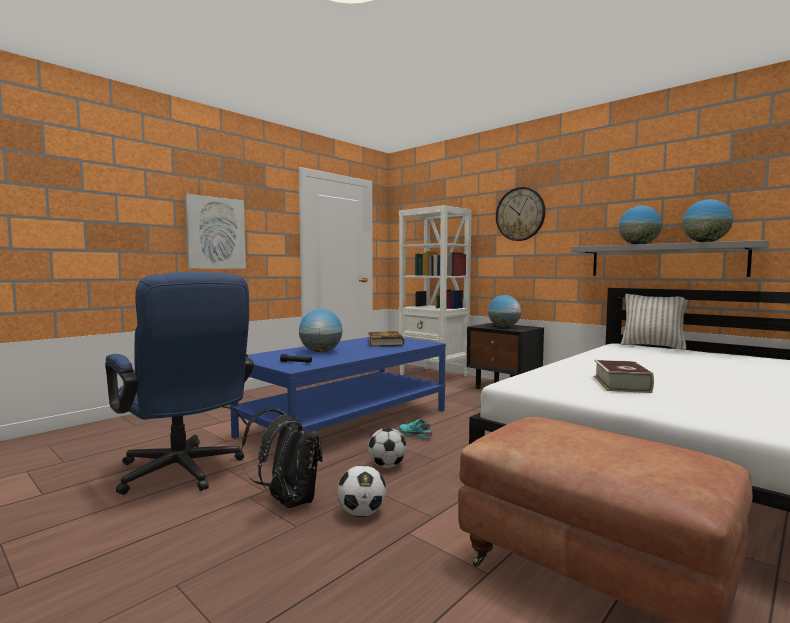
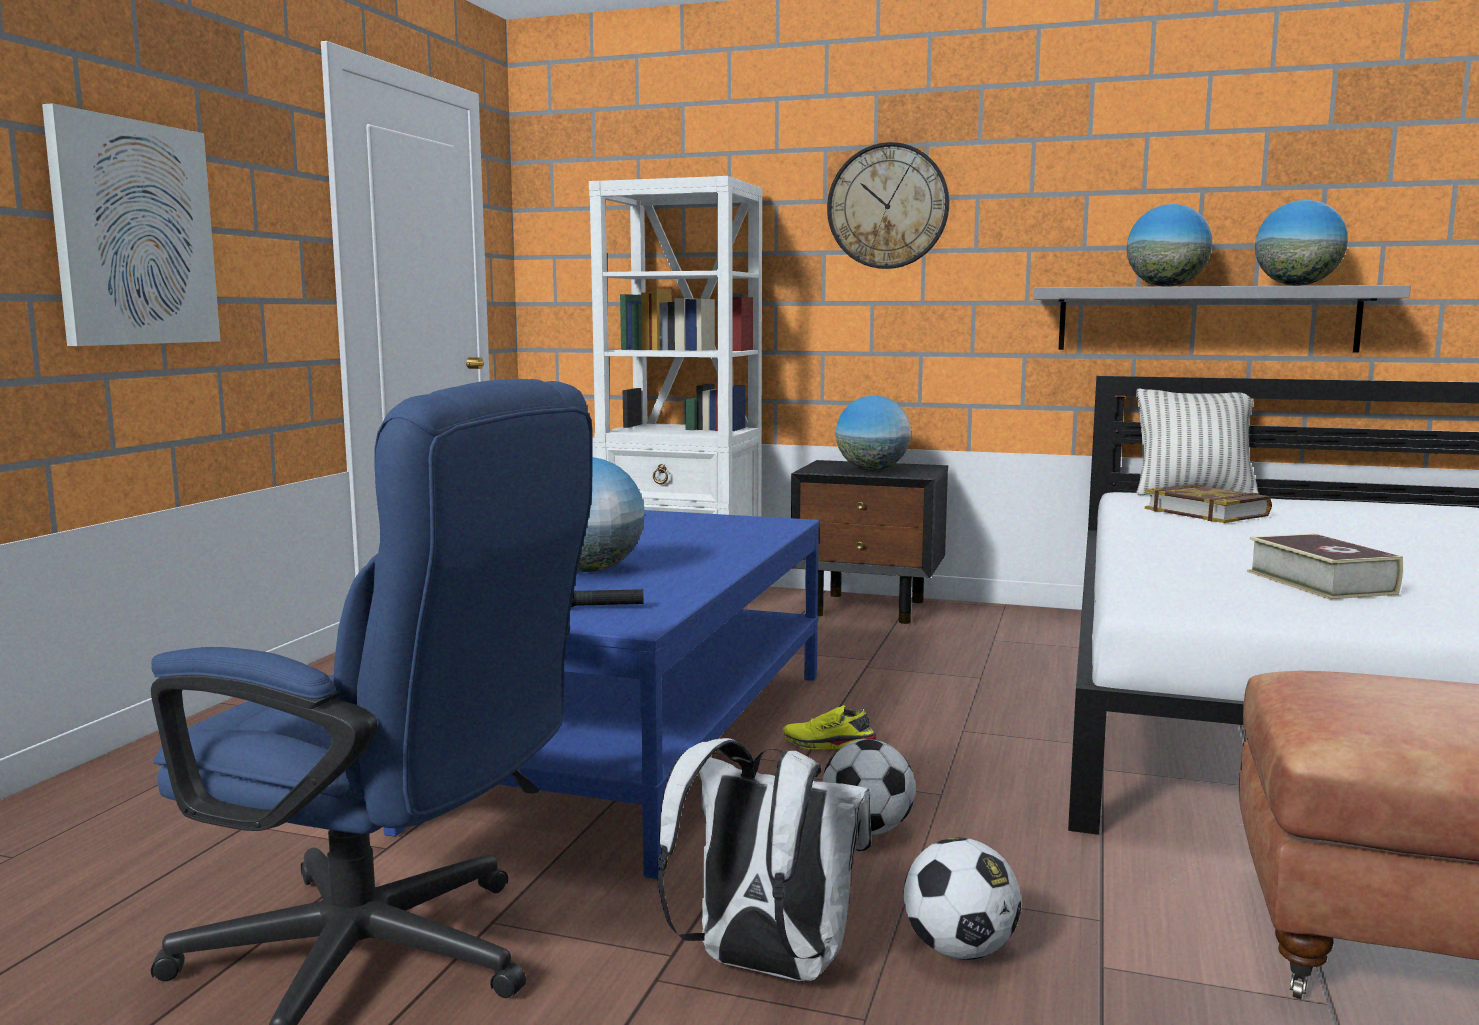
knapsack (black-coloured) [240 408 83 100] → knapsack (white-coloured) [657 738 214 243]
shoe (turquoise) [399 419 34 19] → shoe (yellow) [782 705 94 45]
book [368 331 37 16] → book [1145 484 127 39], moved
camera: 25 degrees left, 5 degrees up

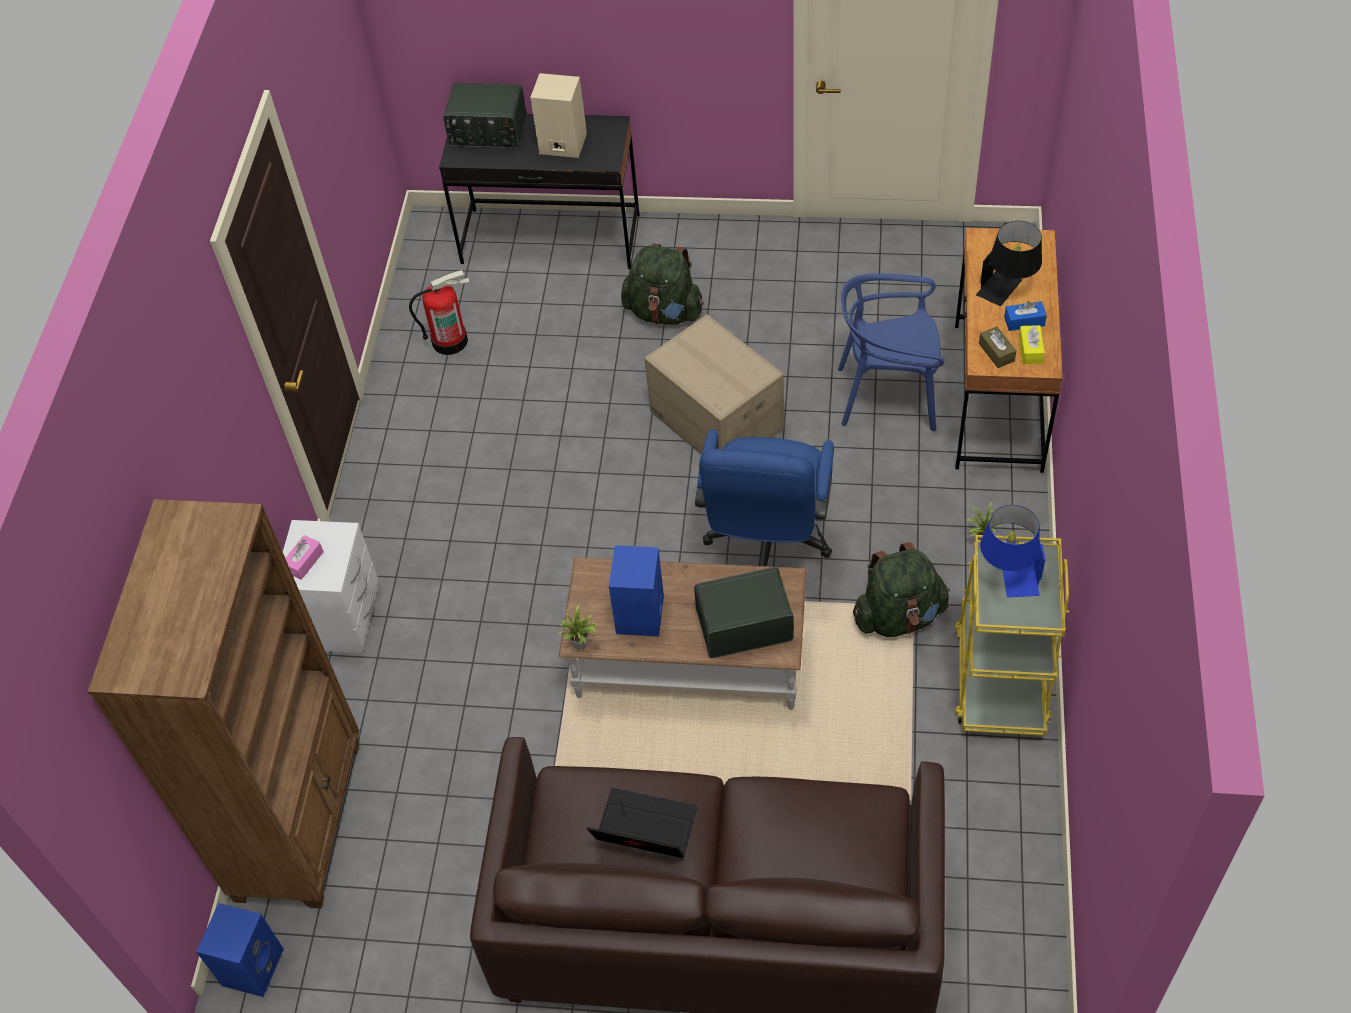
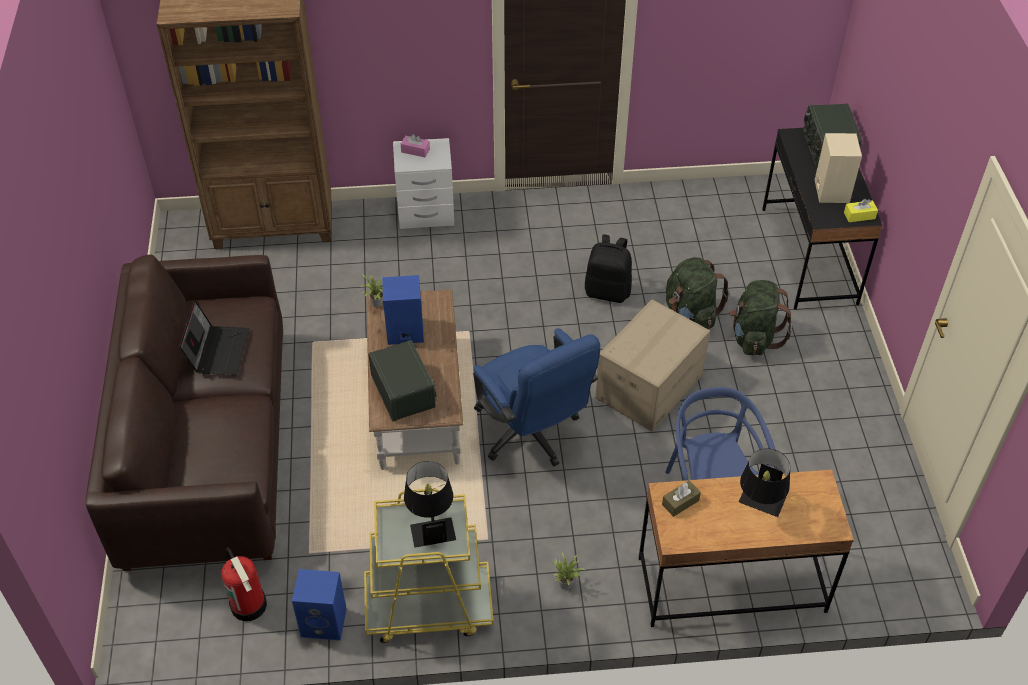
fire-fighting cylinder [409 270 61 85] → fire-fighting cylinder [221 547 46 74], moved
speaker (bluish) [196 903 88 94] → speaker (bluish) [292 569 54 71], moved
tabletop lamp (bluish) [980 505 66 92] → tabletop lamp (black-coloured) [404 461 52 87]
office chair (bluish) [695 429 139 137] → office chair (bluish) [473 328 127 138], 120 degrees counterclockwise
- → knapsack (black-coloured) [585 234 47 69]
knapsack (greenish) [853 542 97 95] → knapsack (greenish) [666 257 64 72], moved
box of tissues (yellow) [1019 325 26 39] → box of tissues (yellow) [844 199 34 23], moved
box of tissues (bluish) [1004 301 43 30] → -
camera: 75 degrees right, 5 degrees down

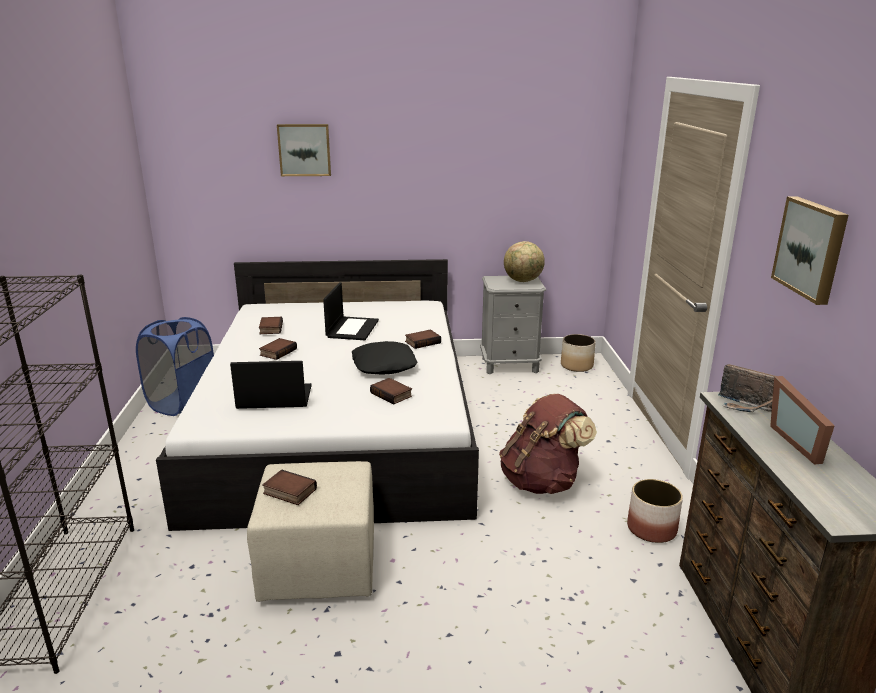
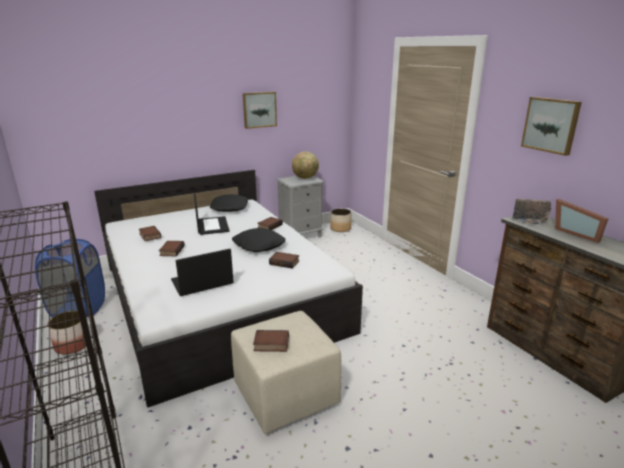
planter [627 479 56 64] → planter [47 310 39 44], moved
- → throw pillow (black-coloured) [210 194 38 18]
wall picture [277 124 54 52] → wall picture [243 92 34 37], moved
knapsack (brownish) [499 394 98 100] → -
camera: 25 degrees left, 0 degrees up

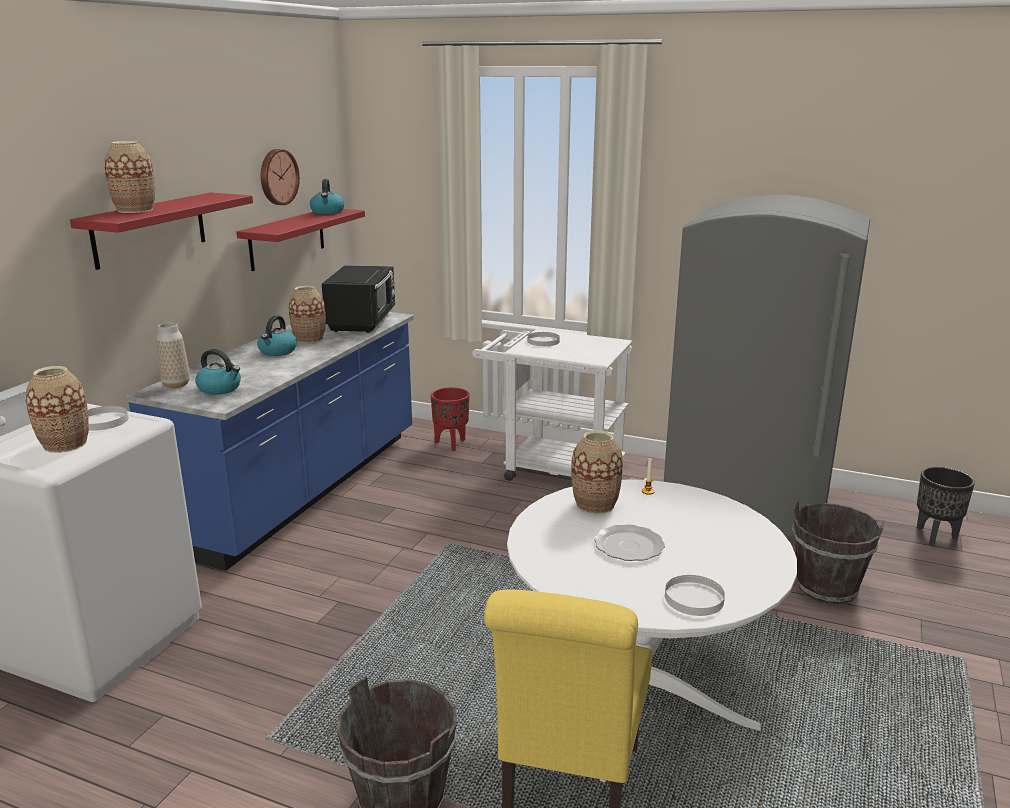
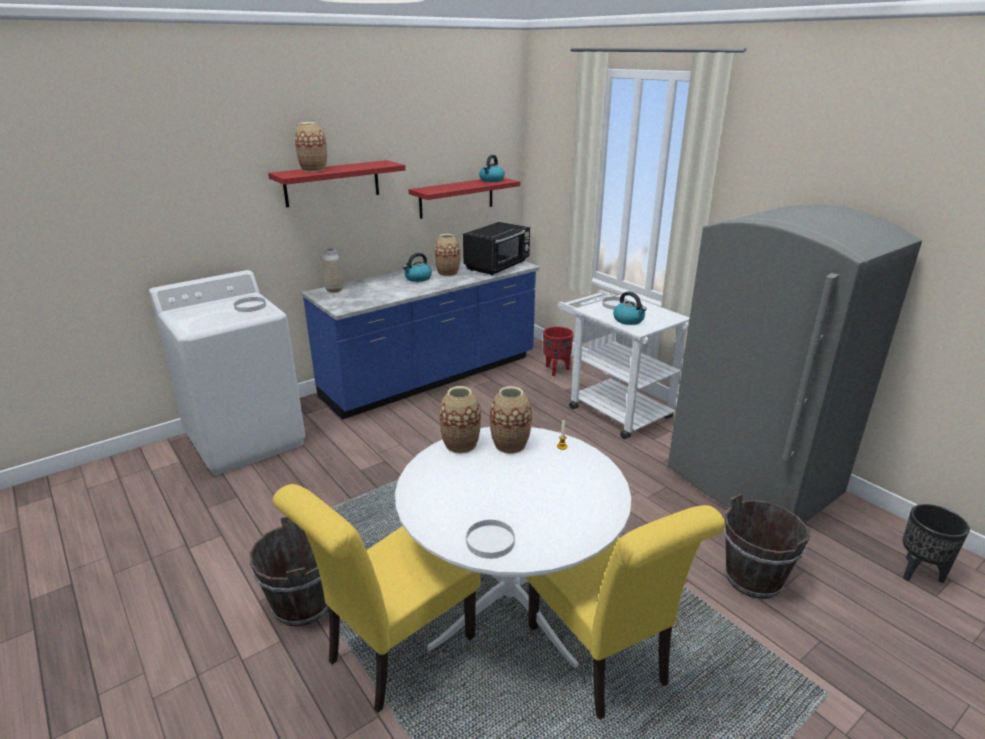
vase [26 366 63 87] → vase [439 386 42 68], moved
- → upright chair (yellow) [525 505 200 214]
kettle [195 349 46 46] → kettle [613 291 34 34], moved
hanging clock [261 149 39 56] → -
plate [594 524 71 37] → -
camera: 30 degrees right, 5 degrees up

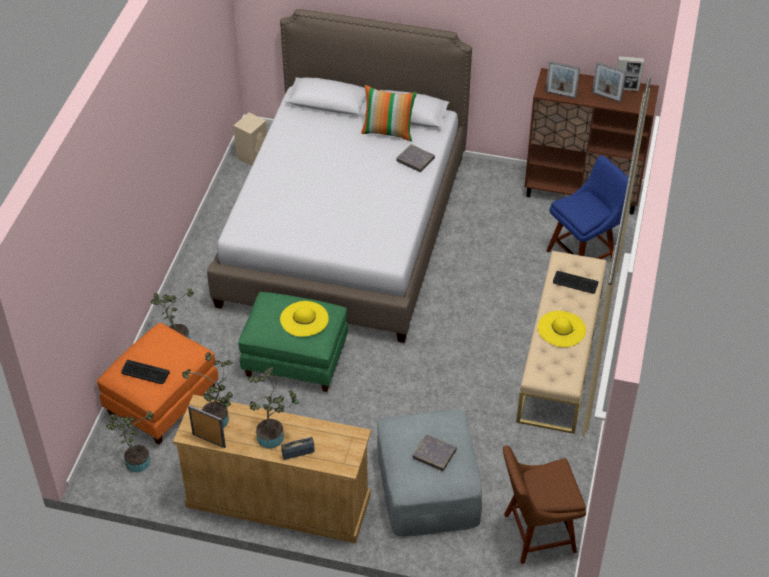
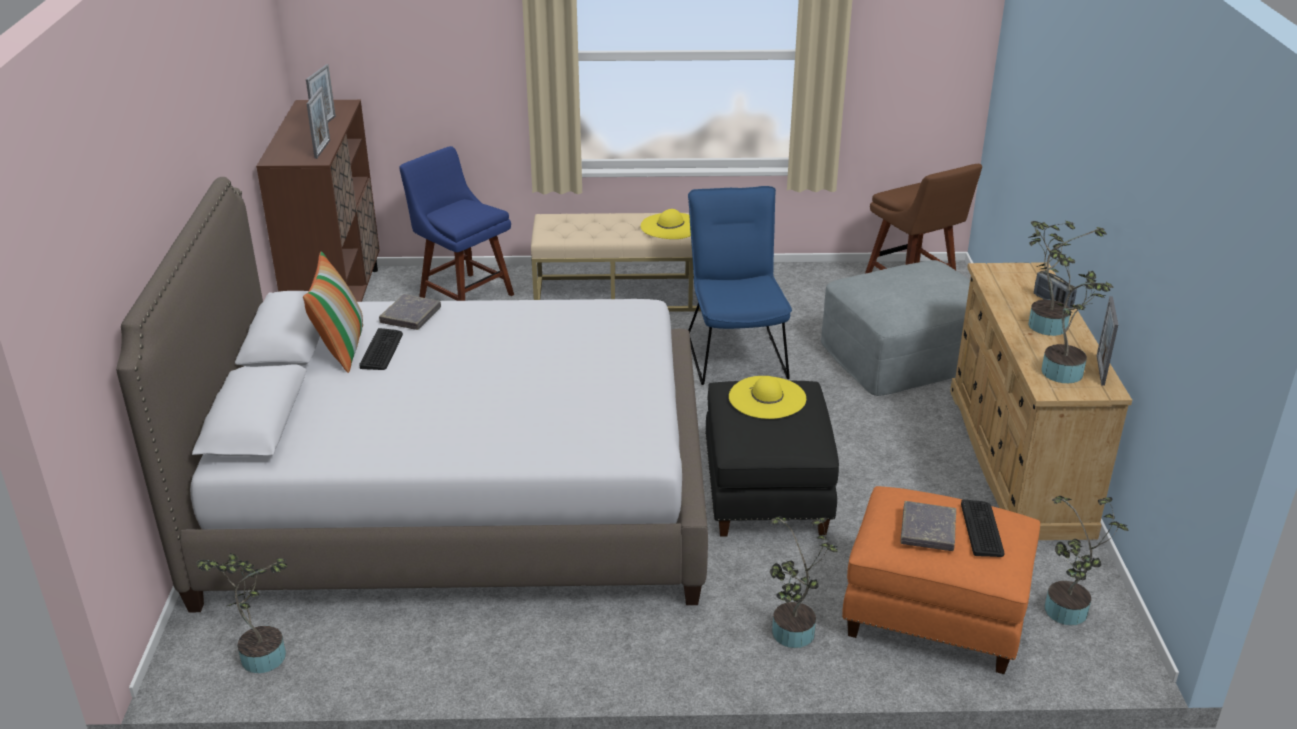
speaker (beige-coloured) [233 113 34 53] → plant in a pot [196 553 91 120]
PC keyboard [553 271 46 22] → PC keyboard [359 328 44 42], moved
- → upright chair (bluish) [688 186 104 199]
pouffe (greenish) [239 292 109 100] → pouffe (black-coloured) [705 380 134 157]
book (gray) [412 434 45 37] → book (gray) [901 501 55 50], moved
picture frame [617 56 27 35] → -
camera: 105 degrees left, 15 degrees down

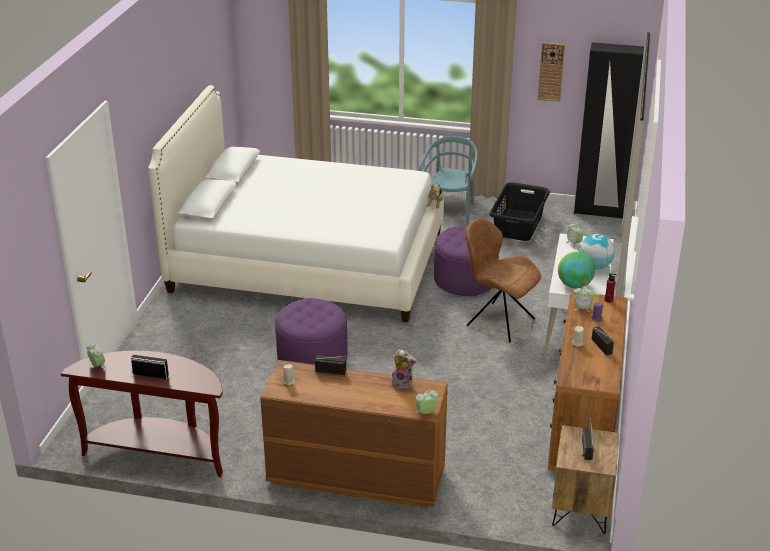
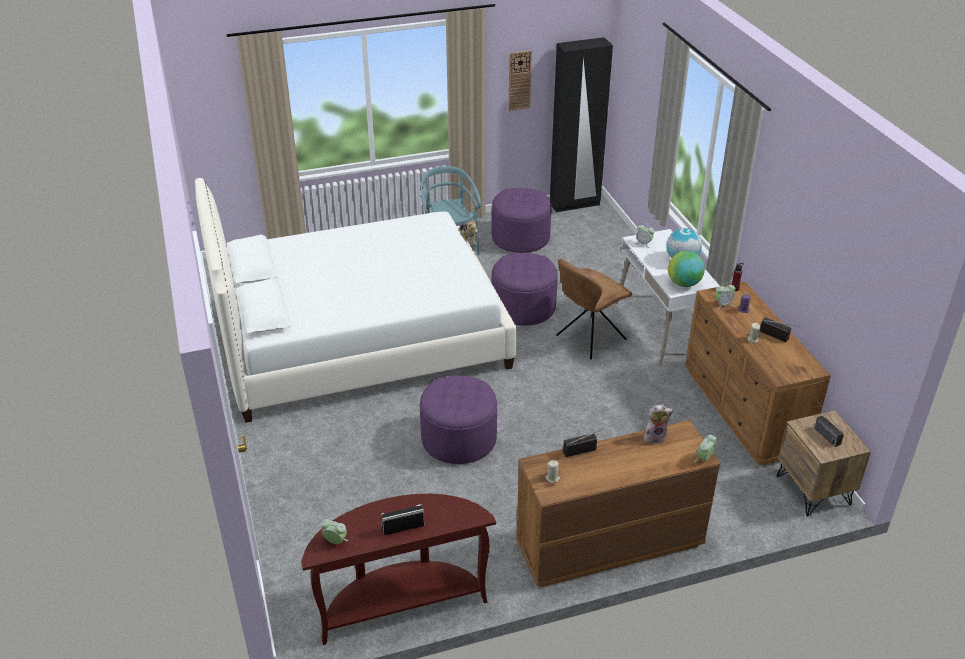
laundry basket (black-coloured) [490 182 60 59] → pouffe (purplish) [492 188 60 65]
upright chair (brownish) [465 219 76 123] → upright chair (brownish) [556 259 77 100], 45 degrees counterclockwise
camera: 30 degrees left, 5 degrees up

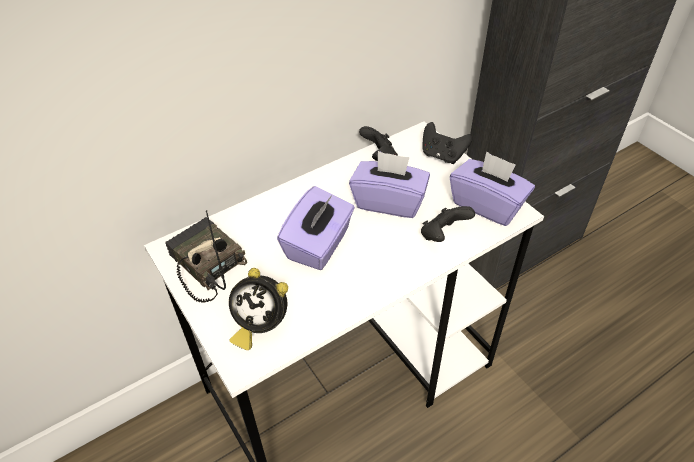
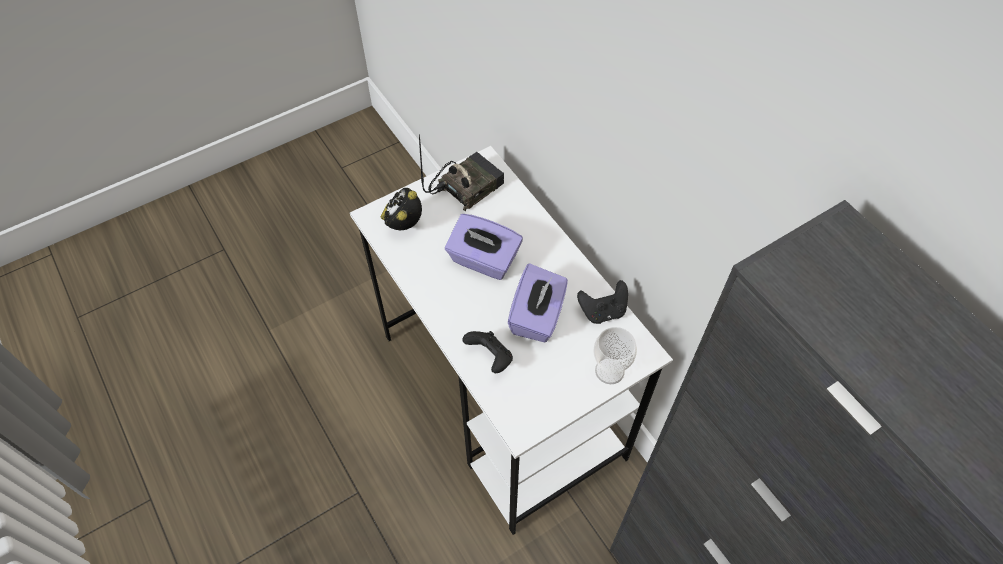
gamepad (black-coloured) [422 122 50 42] → drinking cup [593 327 44 57]
box of tissues (purplish) [450 151 85 75] → -
camera: 90 degrees right, 10 degrees up

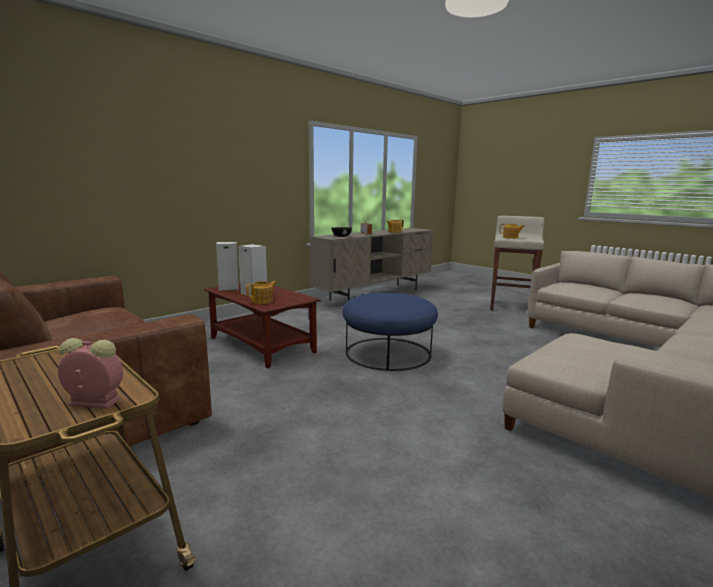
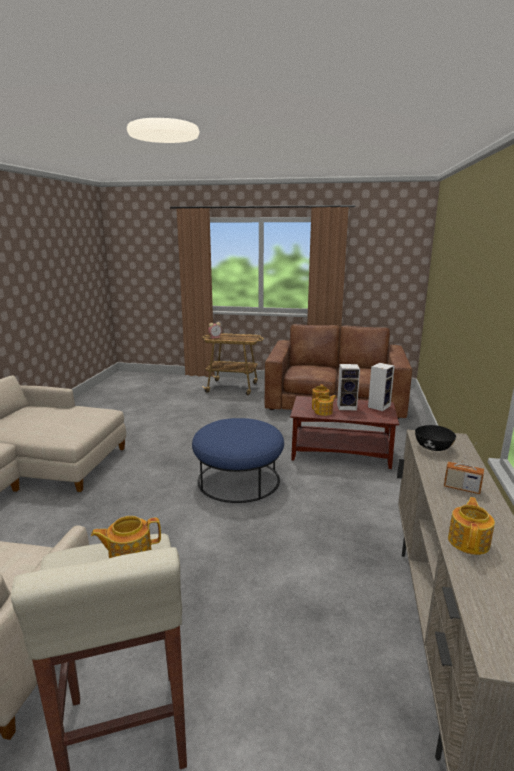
- → pot for tea [312 395 24 21]
camera: 145 degrees right, 5 degrees up

